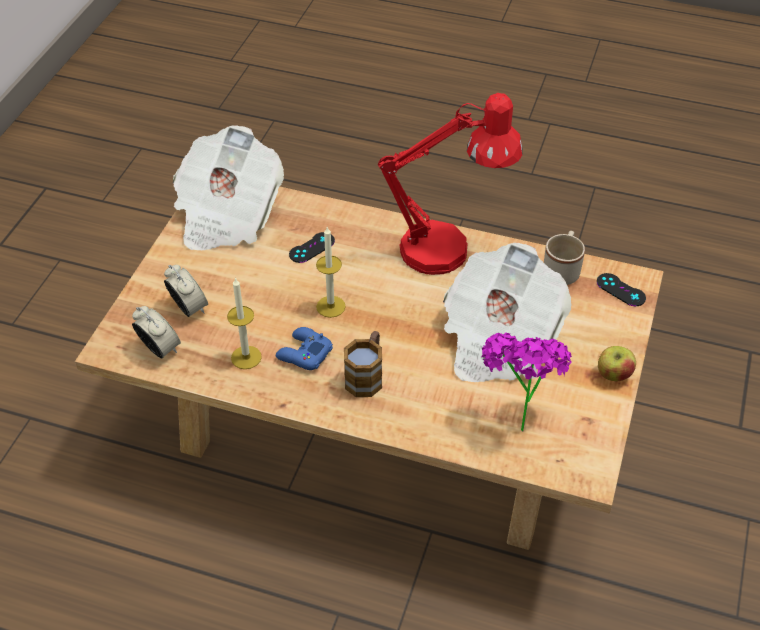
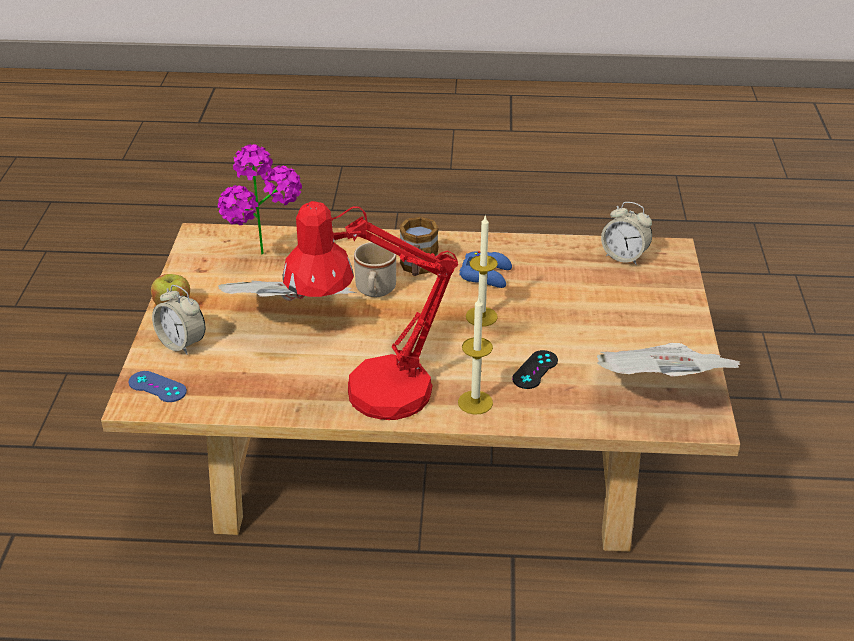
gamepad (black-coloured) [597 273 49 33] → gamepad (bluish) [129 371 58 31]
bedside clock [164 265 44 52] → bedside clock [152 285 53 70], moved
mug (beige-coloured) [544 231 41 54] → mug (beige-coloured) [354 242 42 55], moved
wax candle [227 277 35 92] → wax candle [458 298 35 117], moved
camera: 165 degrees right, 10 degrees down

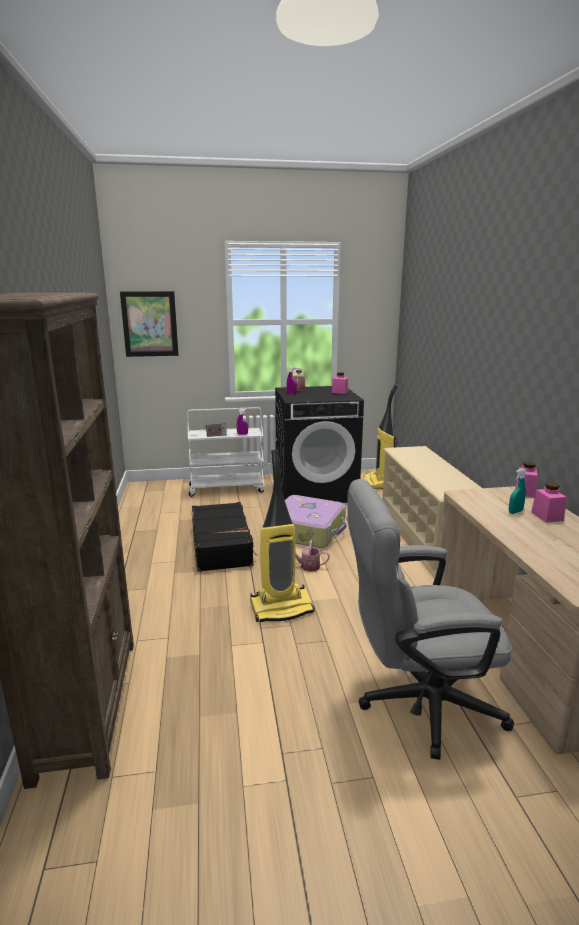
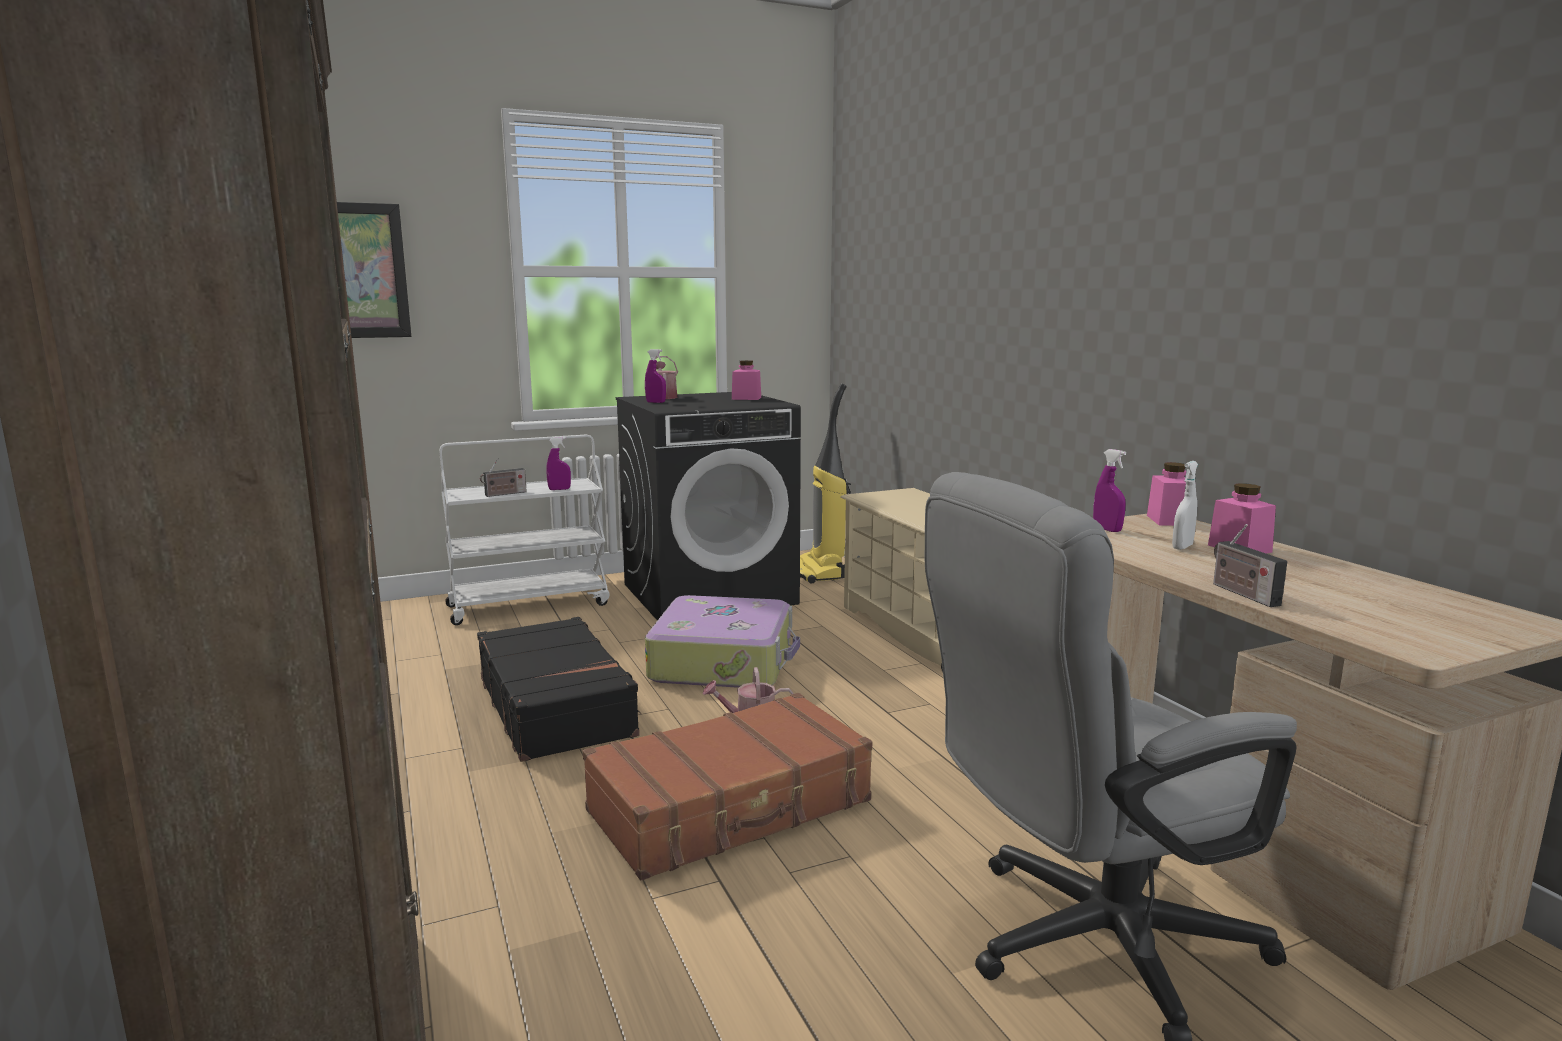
vacuum cleaner [250 449 65 173] → piece of luggage (brownish) [583 693 289 187]
- → sprayer (purplish) [1093 449 33 83]
sprayer (turquoise) [509 468 18 46] → sprayer (white-coloured) [1172 461 26 89]
- → radio set [1213 524 74 83]
camera: 15 degrees left, 5 degrees down

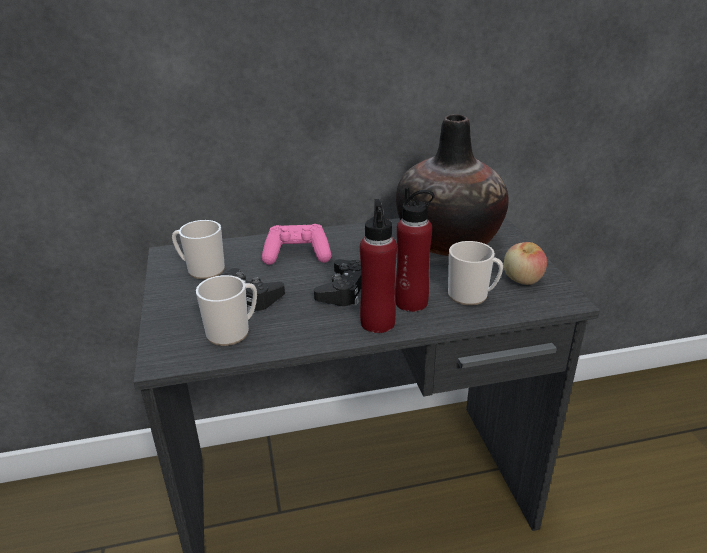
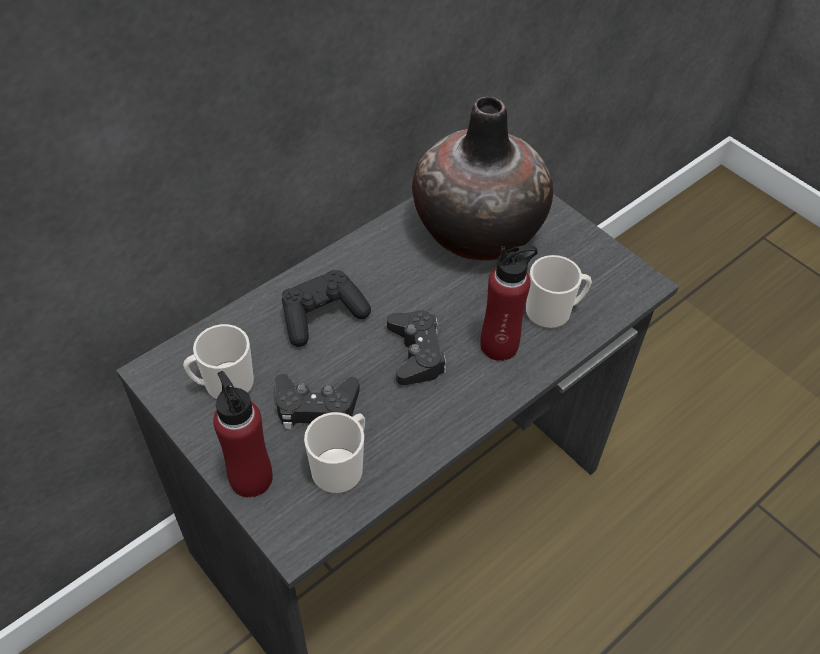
beverage bottle (red-coloured) [360 199 37 134] → beverage bottle (red-coloured) [213 371 60 127], moved
gamepad (pink-coloured) [262 224 69 41] → gamepad (black-coloured) [282 270 89 77]
whole apple [504 242 43 43] → -
camera: 30 degrees left, 20 degrees up

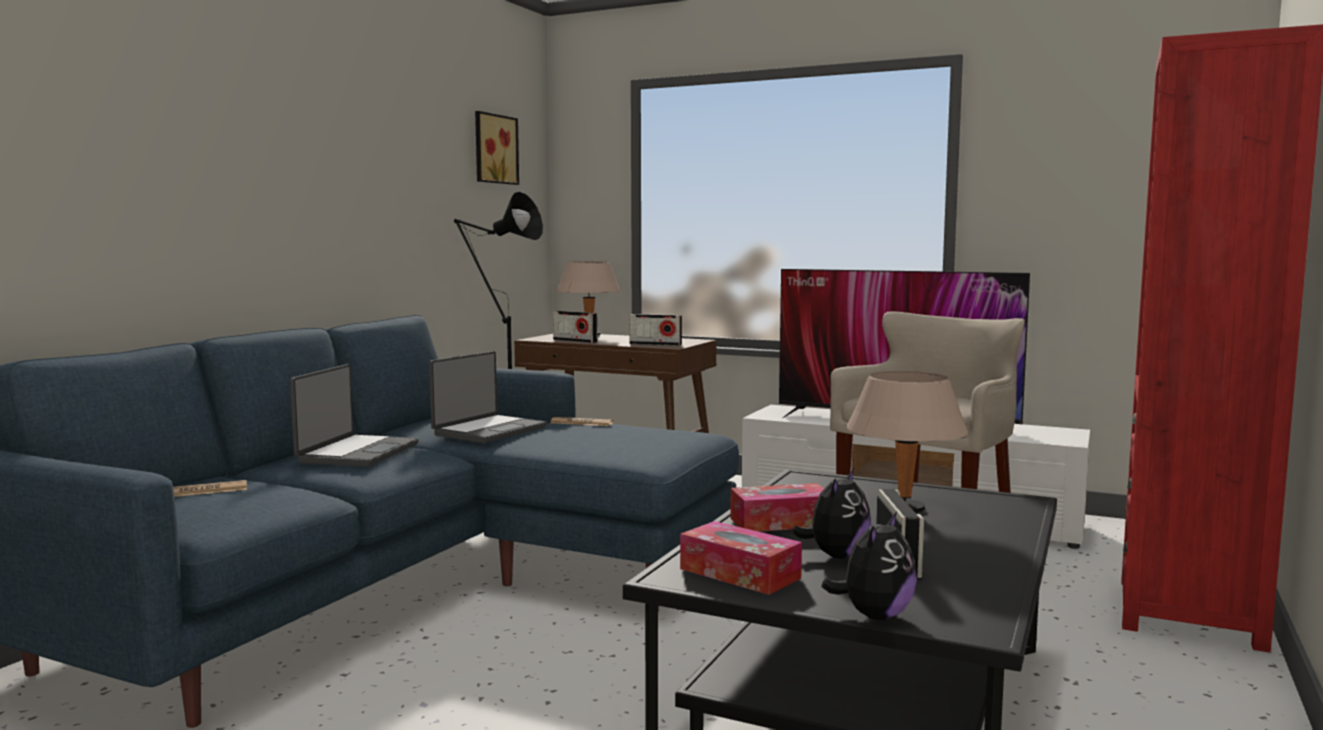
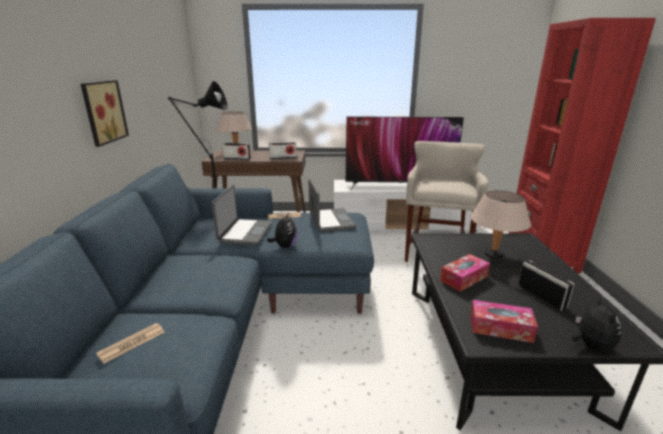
wall picture [475 111 44 74] → wall picture [81 80 48 67], moved
cuddly toy [792 468 79 91] → cuddly toy [267 213 30 35], moved
laptop [290 364 129 103] → laptop [308 178 48 54], moved
camera: 25 degrees left, 15 degrees up

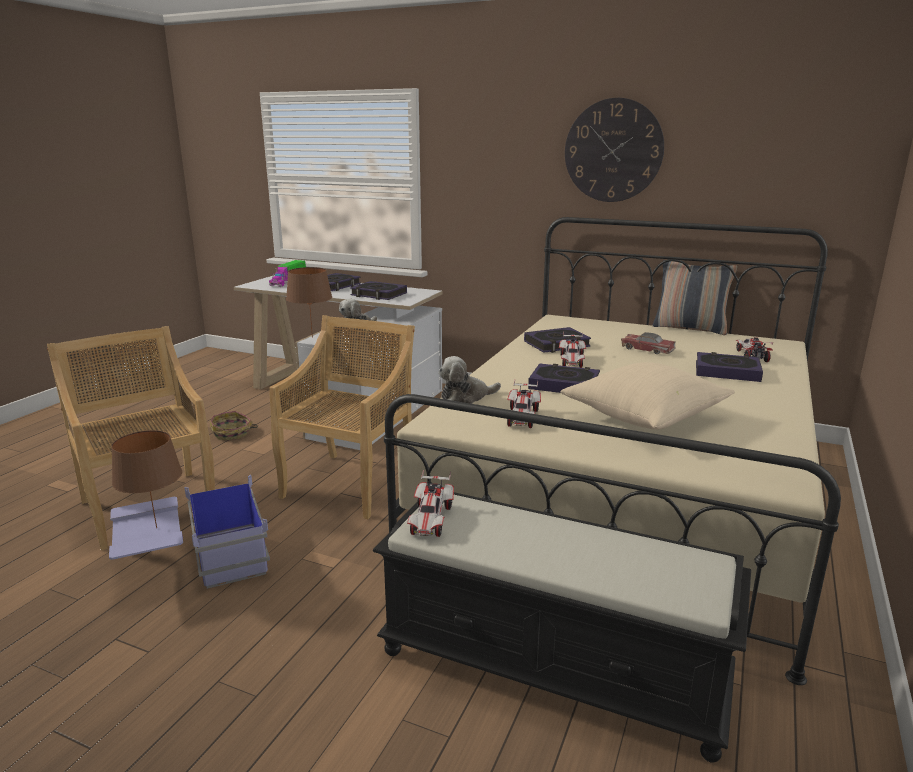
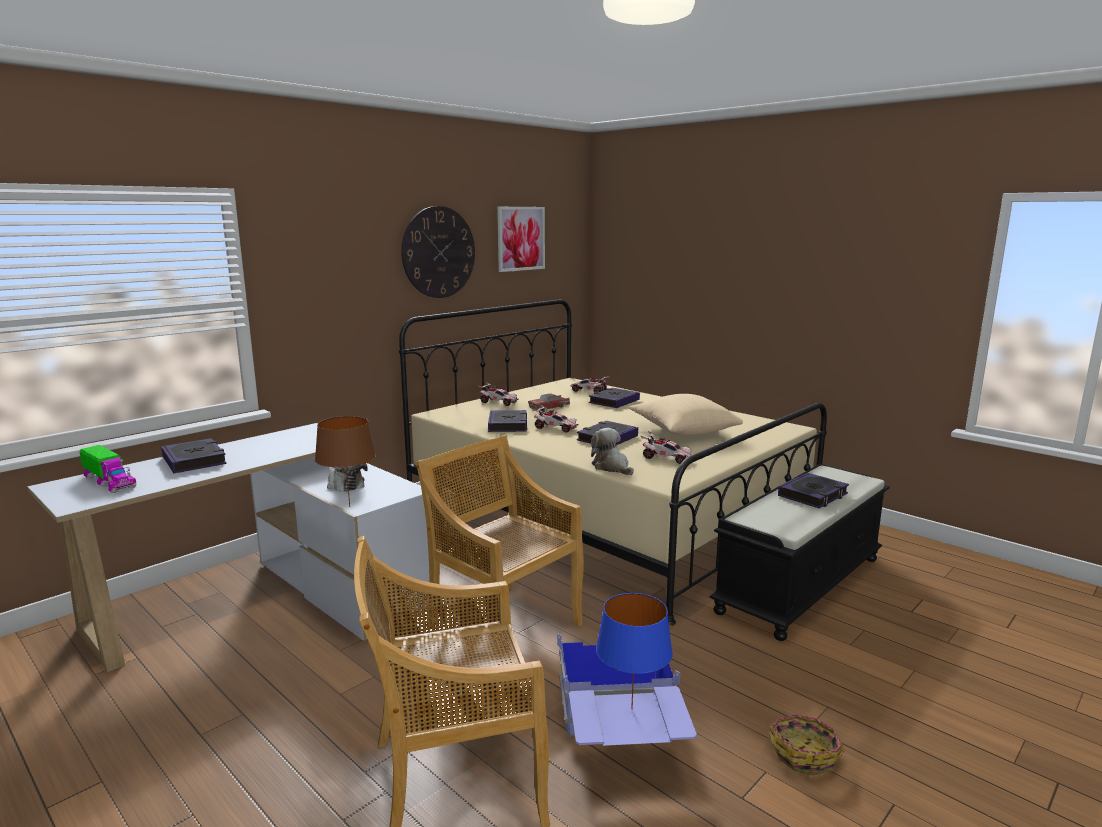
toy car [407 470 47 67] → toy car [478 382 41 24], moved
- → wall picture [497 207 48 65]
cuddly toy [438 356 63 48] → cuddly toy [591 428 43 47], 150 degrees clockwise
tabletop lamp (brownish) [111 430 71 98] → tabletop lamp (bluish) [596 593 77 117]
basket [210 411 48 29] → basket [768 714 77 61], moved
book [350 281 57 19] → book [778 473 71 35], moved
throw pillow [653 260 84 75] → -
camera: 70 degrees left, 5 degrees down

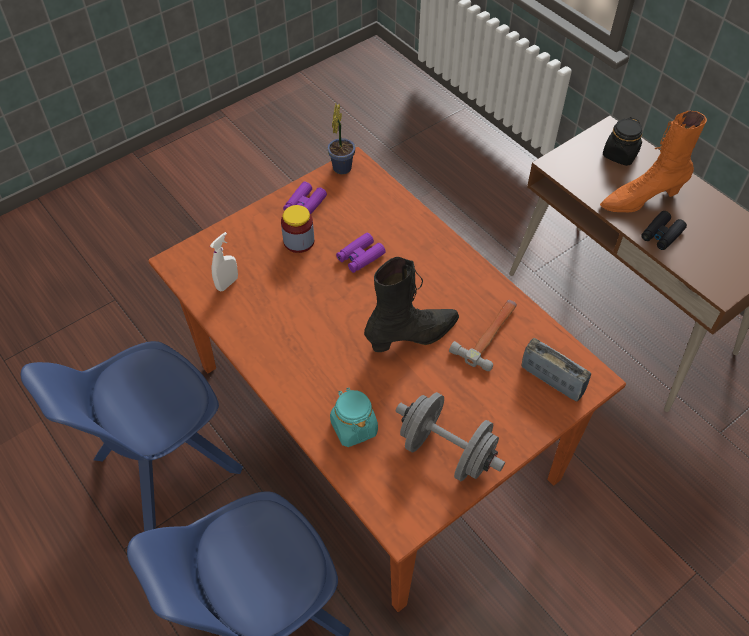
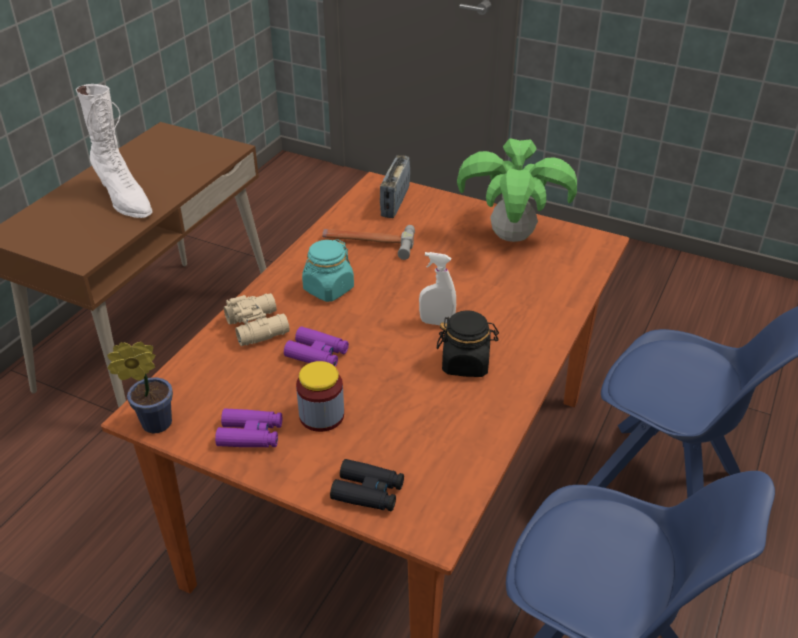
tall boot (orangey) [600 111 107 101] → tall boot (white-coloured) [76 84 76 134]
- → field glasses (beige-coloured) [224 293 66 53]
storage jar (turquoise) [330 387 48 60] → storage jar (turquoise) [302 239 52 63], moved
field glasses (black-coloured) [641 211 46 39] → field glasses (black-coloured) [330 459 74 52], moved
sprayer (white-coloured) [210 232 28 59] → sprayer (white-coloured) [419 252 37 73], moved
storage jar (black-coloured) [603 117 39 49] → storage jar (black-coloured) [437 310 62 67], moved
dumbbell (gray) [396 392 109 89] → plant in a pot [457 138 120 104]
tall boot (black-coloured) [364 257 95 95] → -
camera: 115 degrees left, 15 degrees down

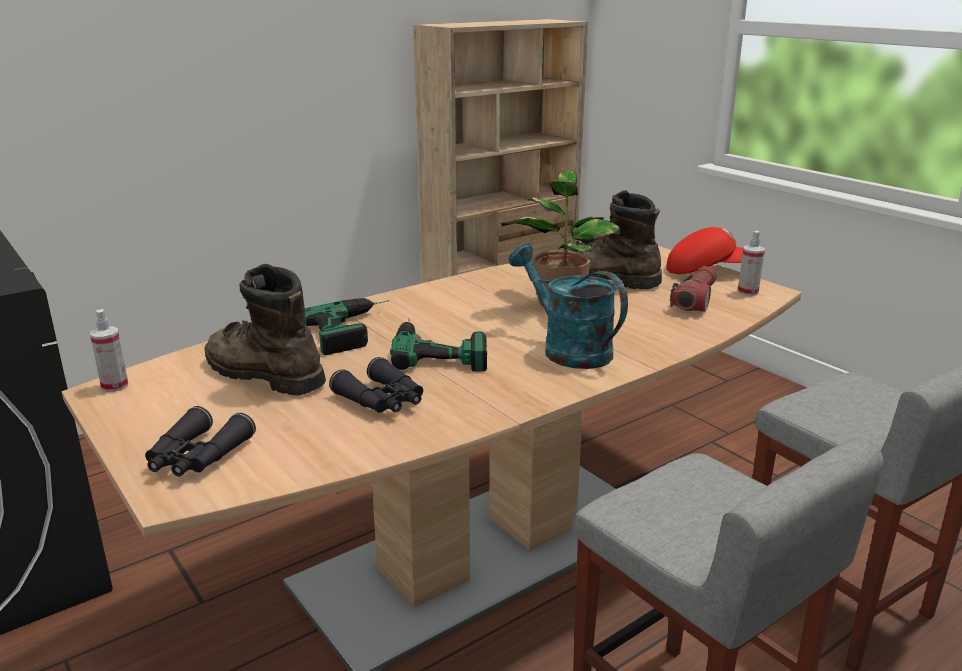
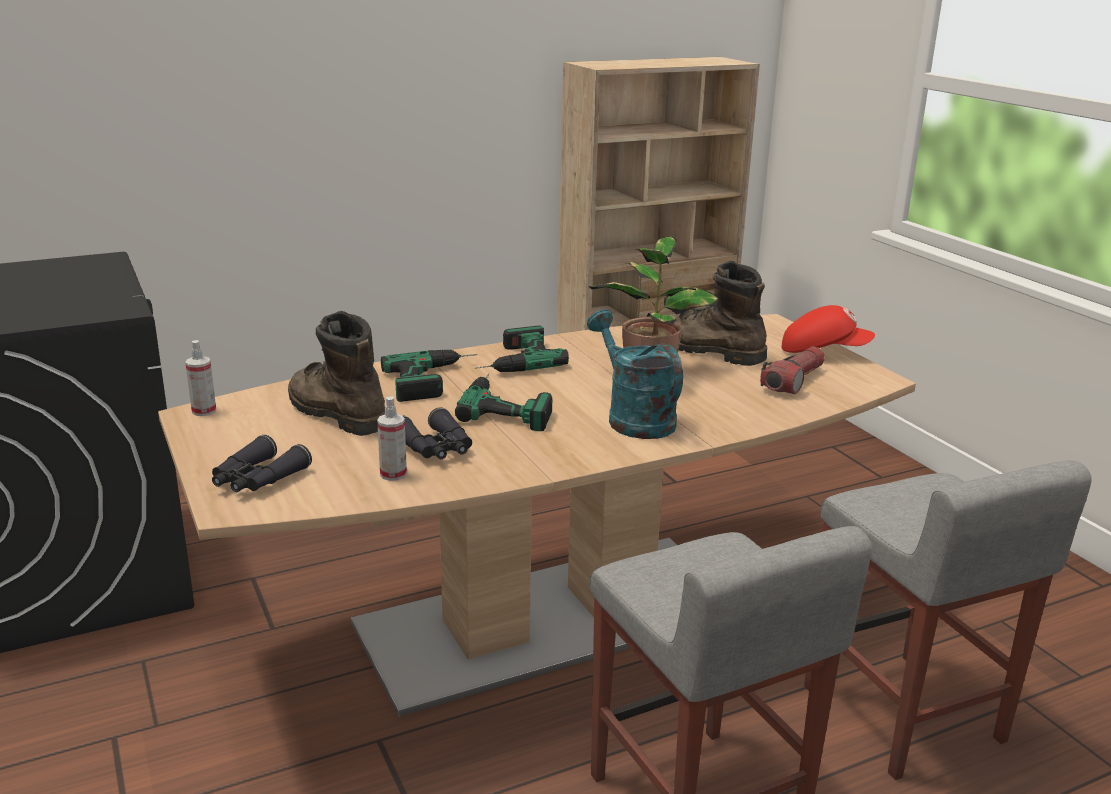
sprayer [738 231 27 65] → sprayer [377 397 30 84], moved
- → power drill [475 325 94 47]
camera: 10 degrees right, 0 degrees up

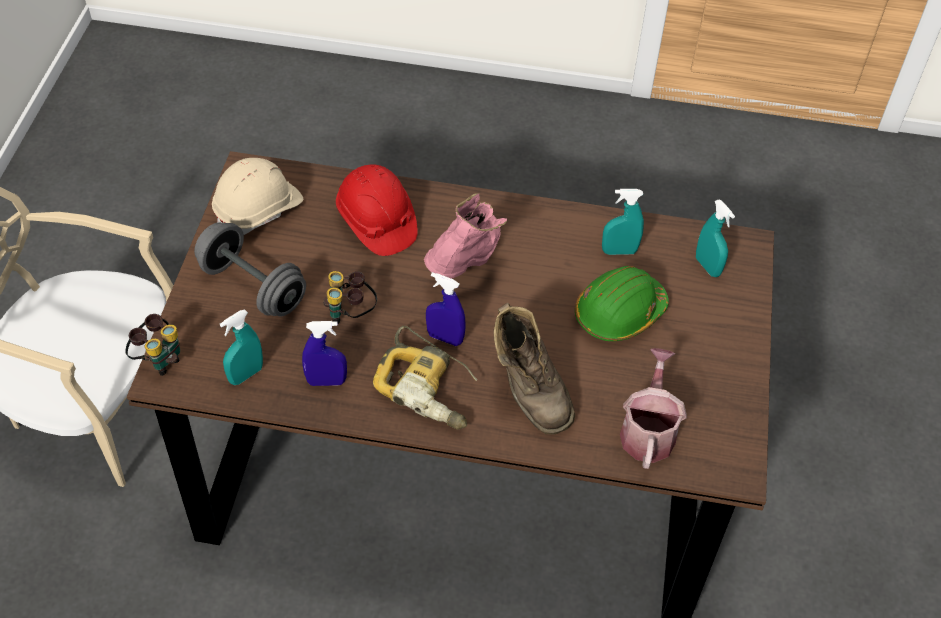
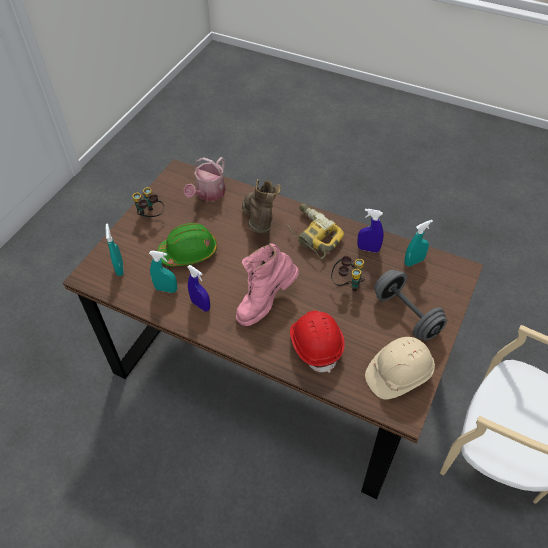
field glasses [125 314 55 62] → field glasses [132 187 32 30], moved
sprayer (bluish) [426 272 40 74] → sprayer (bluish) [188 265 22 47], moved
camera: 160 degrees left, 0 degrees up

